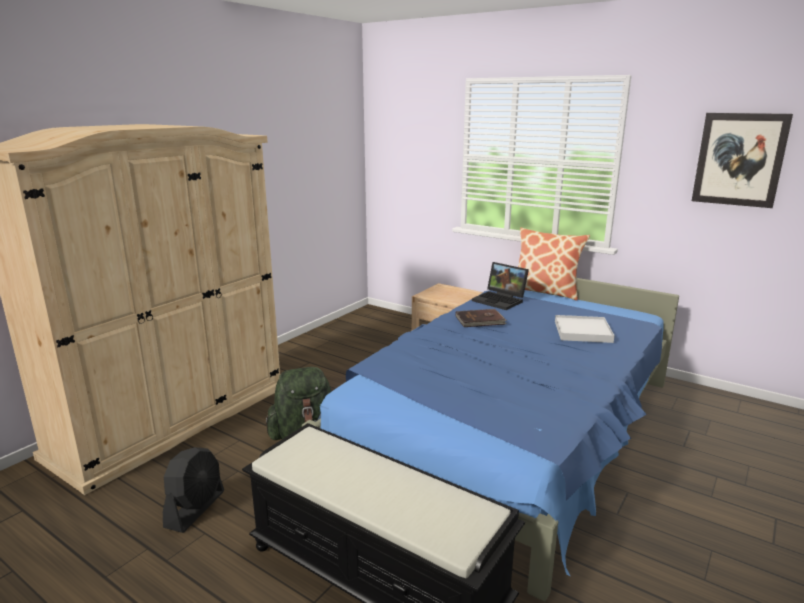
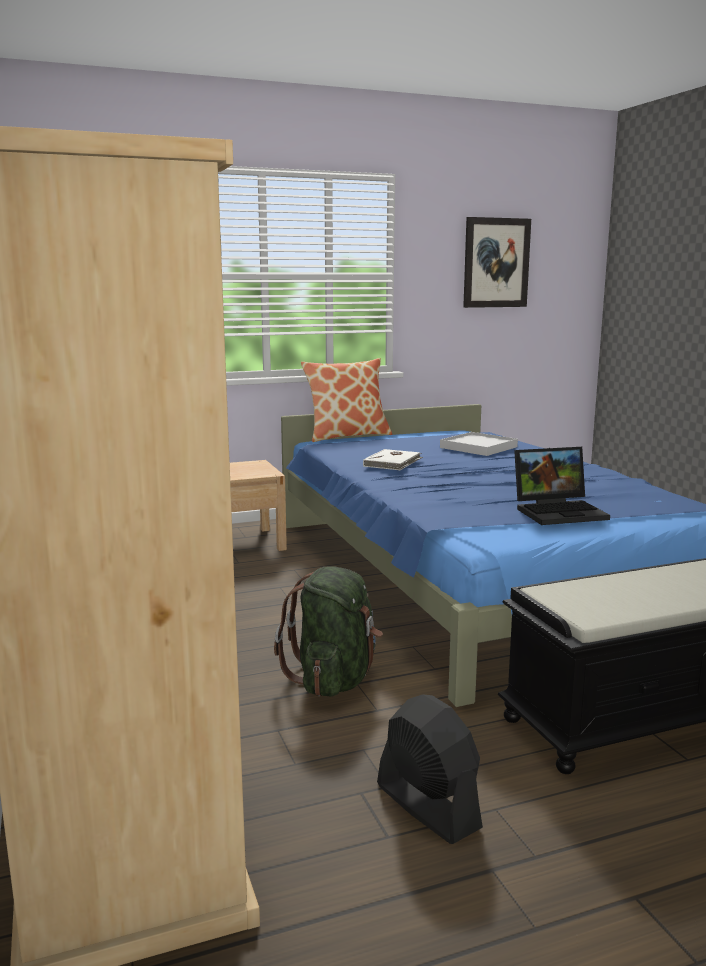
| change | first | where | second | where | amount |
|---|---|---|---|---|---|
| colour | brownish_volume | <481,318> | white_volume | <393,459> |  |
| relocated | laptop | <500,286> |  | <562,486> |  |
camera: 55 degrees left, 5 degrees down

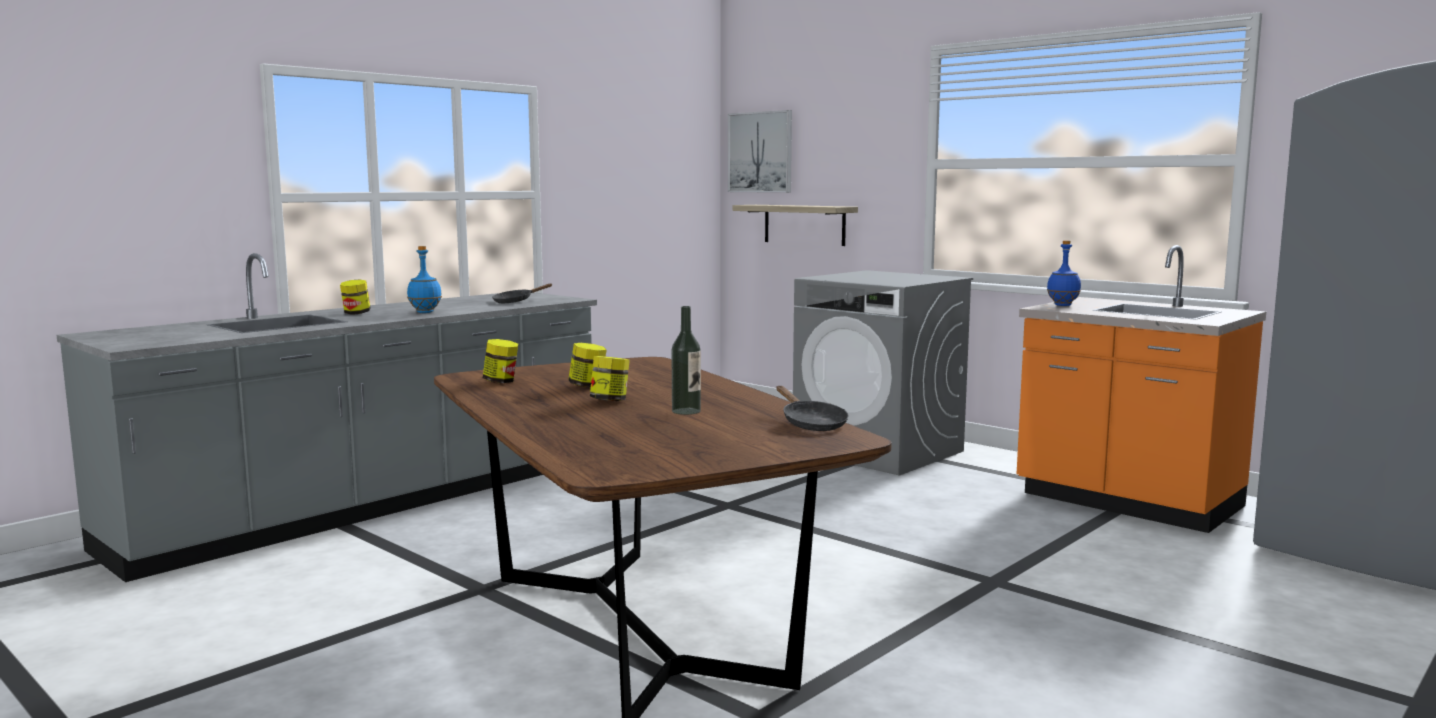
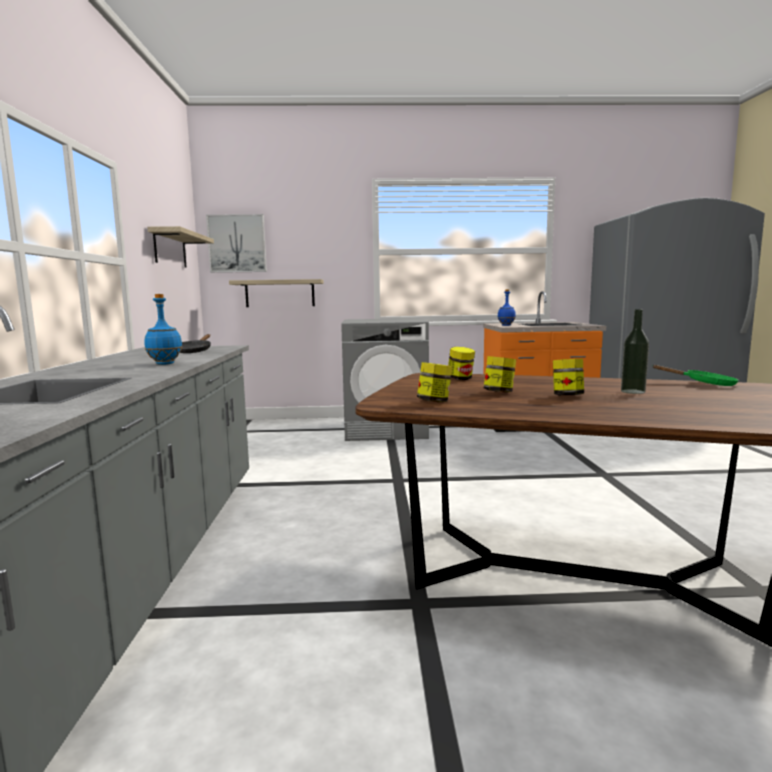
| change | first | where | second | where | amount |
|---|---|---|---|---|---|
| appeared |  |  | shelf | <180,247> |  |
| relocated | jar | <355,297> |  | <461,363> |  |
| colour | black-coloured_frying_pan | <812,408> | green-coloured_frying_pan | <695,375> |  |
camera: 45 degrees left, 0 degrees up

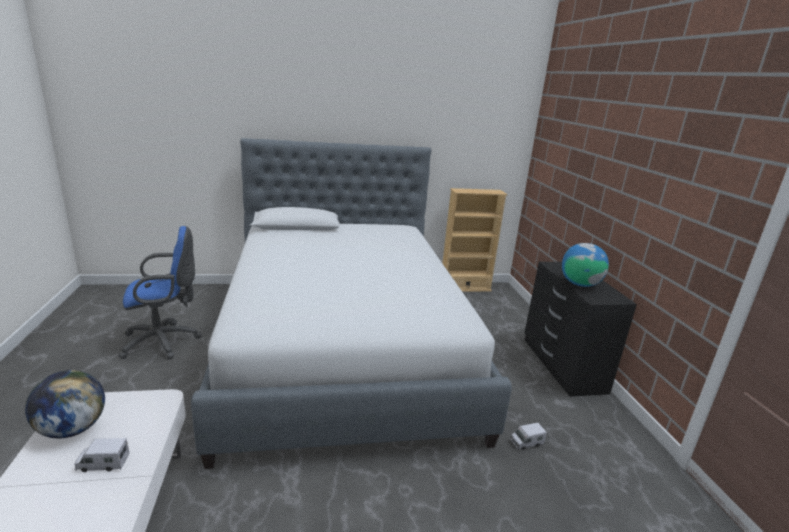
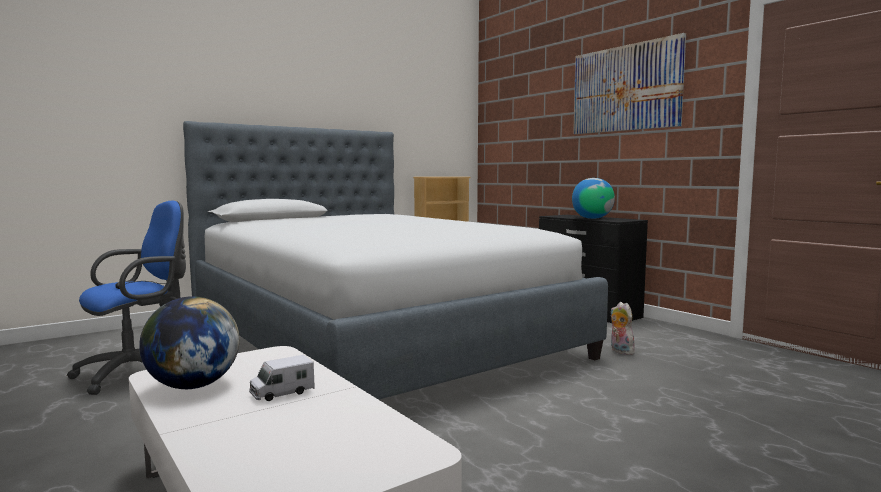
| change | first | where | second | where | amount |
|---|---|---|---|---|---|
| appeared |  |  | wall_picture | <629,83> |  |
| exchanged | model_truck | <528,436> | plush_toy | <623,328> |  |
camera: 25 degrees left, 15 degrees down

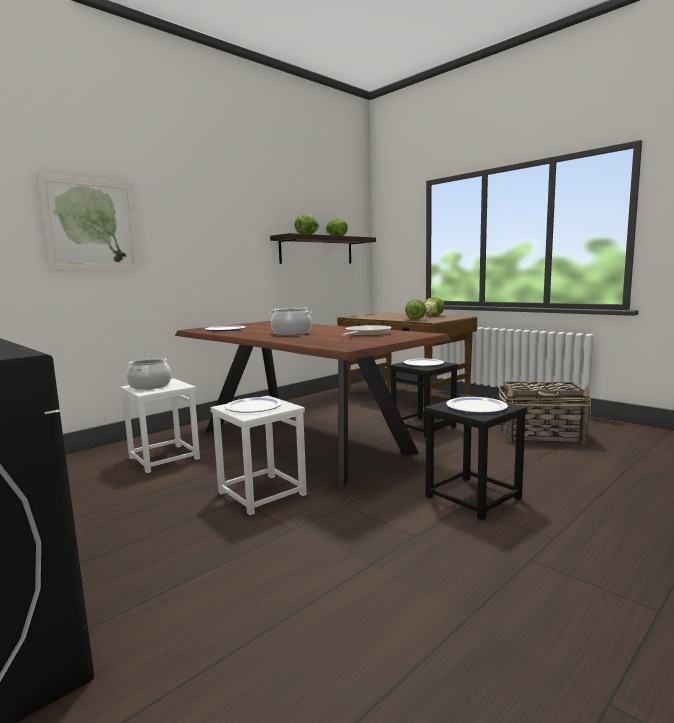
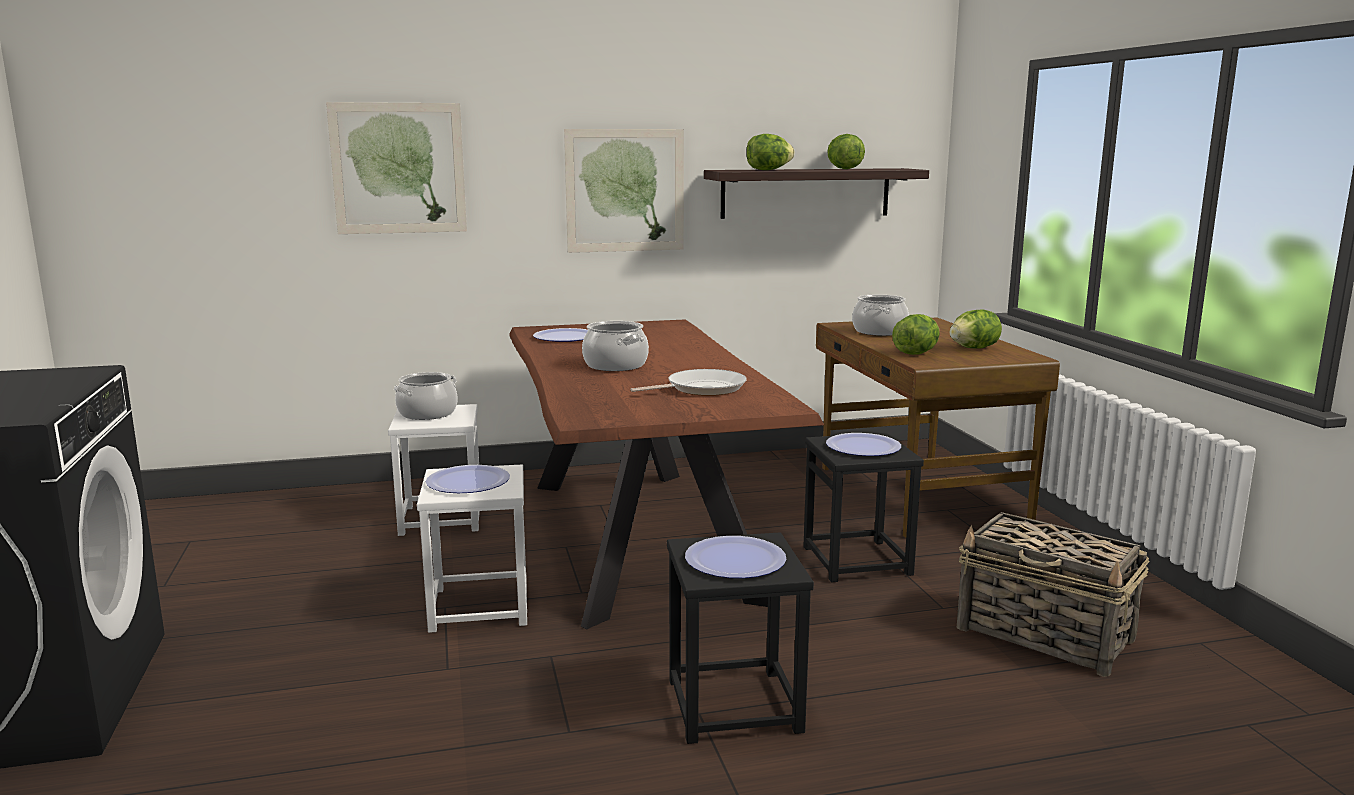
| change | first | where | second | where | amount |
|---|---|---|---|---|---|
| appeared |  |  | wall_picture | <624,191> |  |
| appeared |  |  | stockpot | <880,315> |  |
camera: 30 degrees right, 5 degrees up

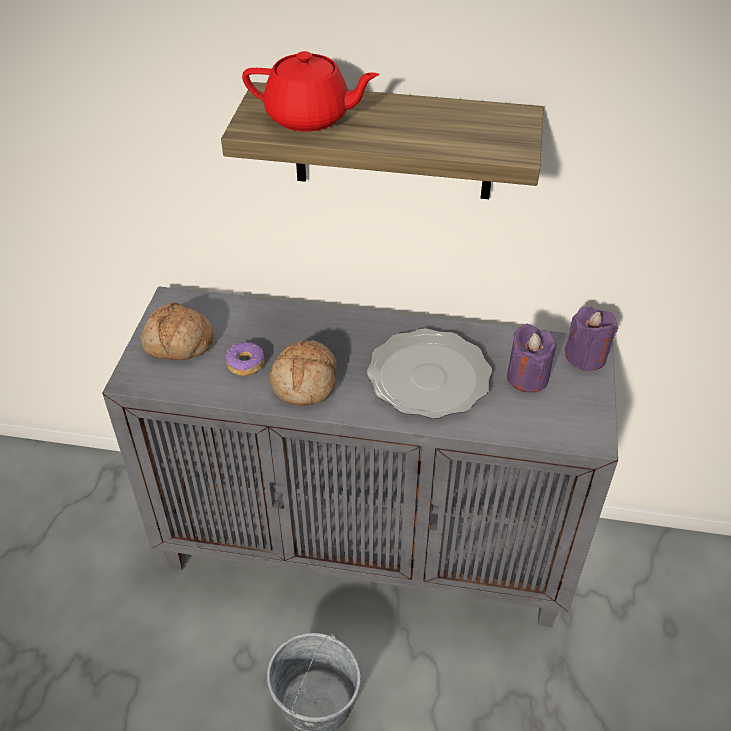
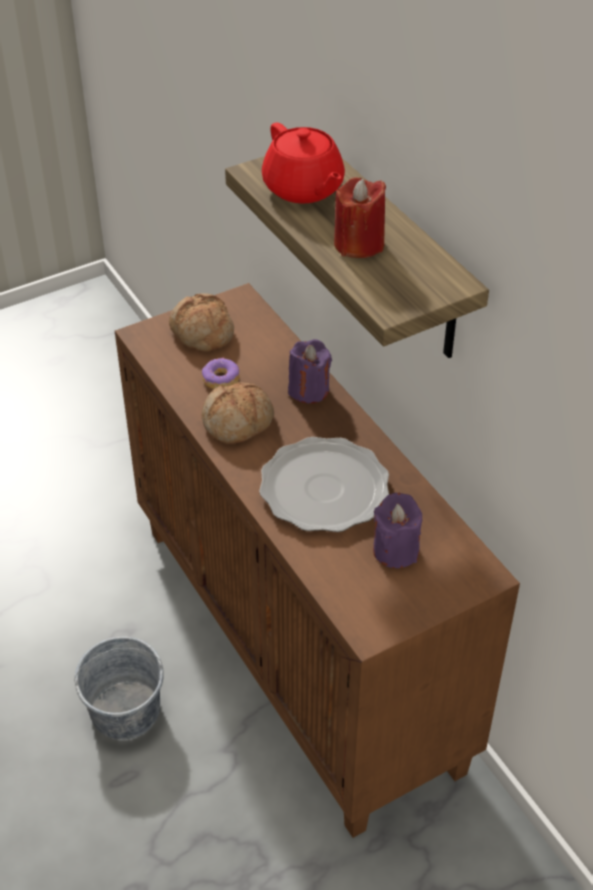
| change | first | where | second | where | amount |
|---|---|---|---|---|---|
| colour | gray_cupboard | <360,456> | brownish_cupboard | <317,560> |  |
| relocated | purple-coloured_wax_candle | <591,338> |  | <310,371> |  |
| appeared |  |  | red-coloured_wax_candle | <360,217> |  |
camera: 50 degrees right, 0 degrees up

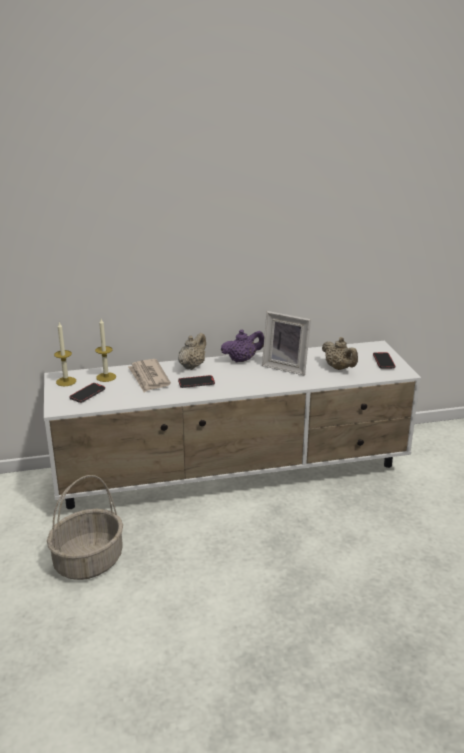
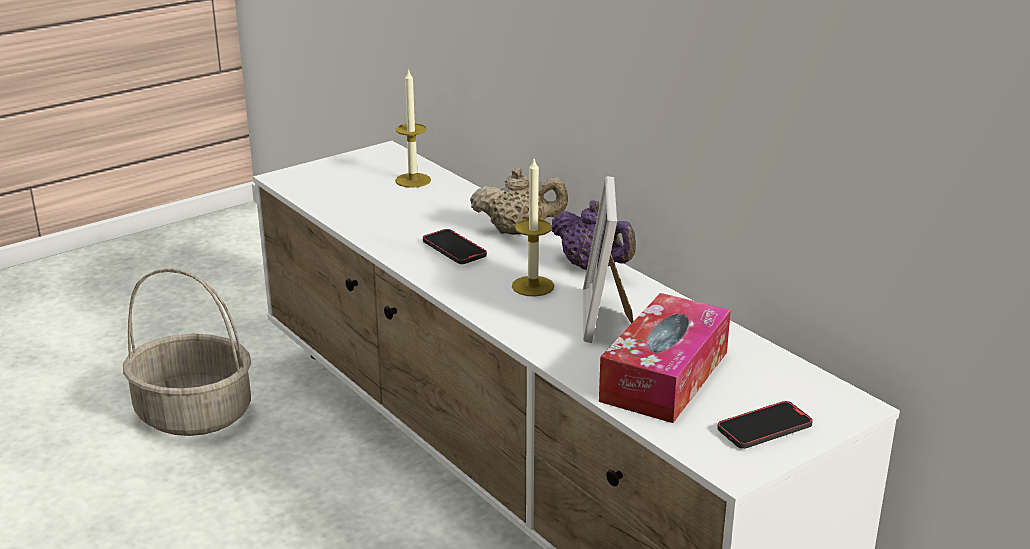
| change | first | where | second | where | amount |
|---|---|---|---|---|---|
| relocated | wax_candle | <65,354> |  | <533,228> |  |
| exchanged | beige-coloured_tea_pot | <340,353> | tissue_holder | <665,358> |  |
| missing | handset | <87,393> |  |  |  |
| missing | daily_paper | <149,375> |  |  |  |
camera: 65 degrees right, 0 degrees up

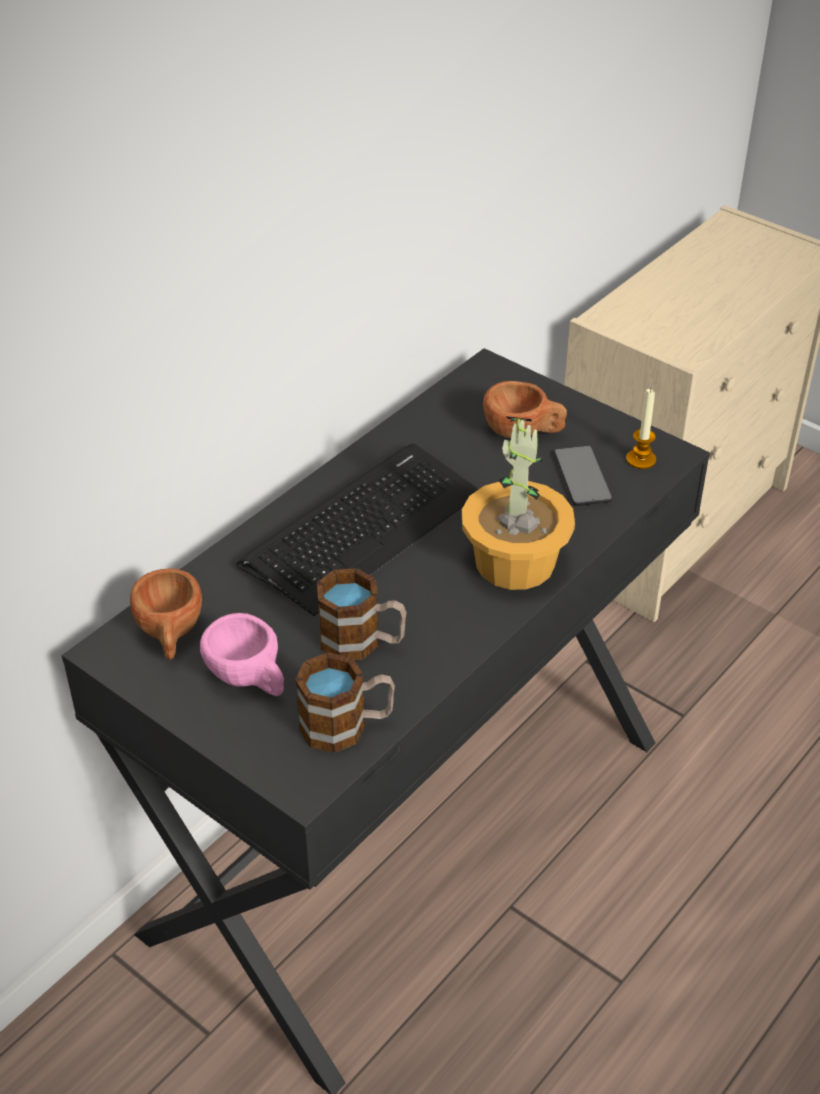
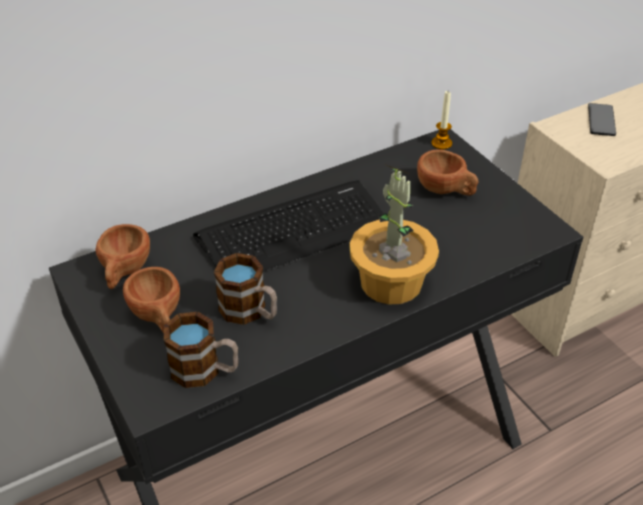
| change | first | where | second | where | amount |
|---|---|---|---|---|---|
| colour | pinkish_small_cup | <242,654> | brownish_small_cup | <151,300> |  |
| relocated | wax_candle | <641,429> |  | <442,120> |  |
| relocated | handset | <583,476> |  | <602,119> |  |
camera: 20 degrees right, 0 degrees up

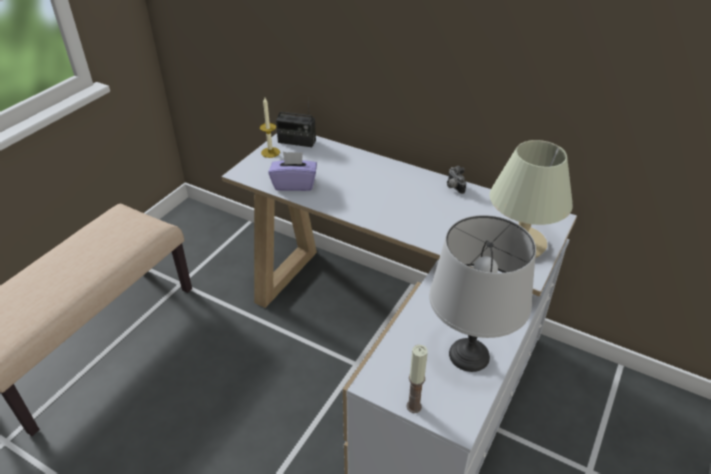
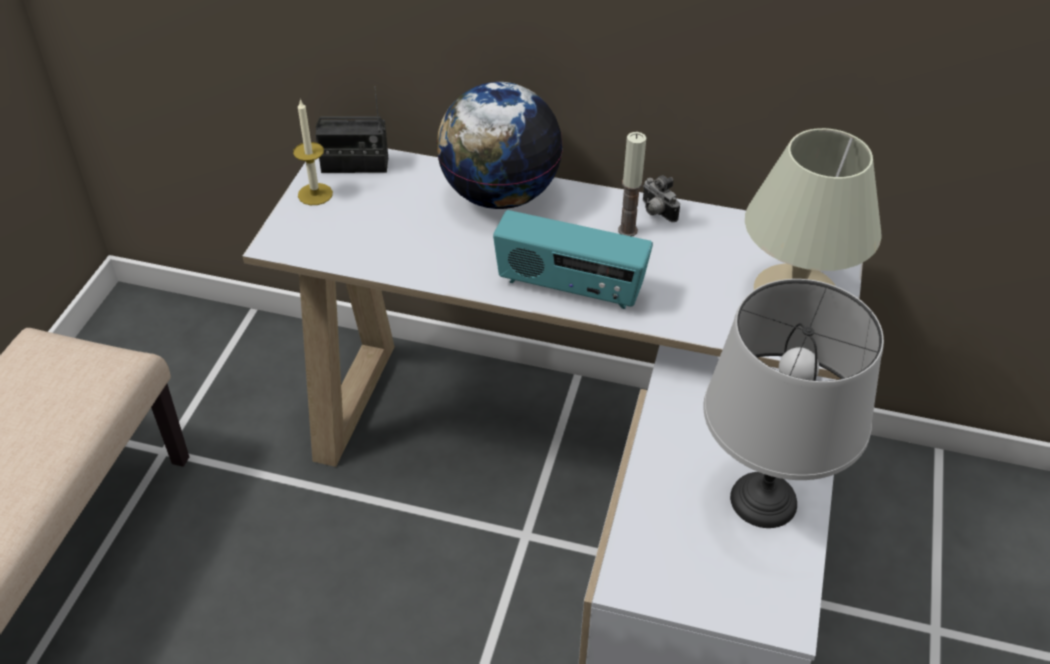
| change | first | where | second | where | amount |
|---|---|---|---|---|---|
| appeared |  |  | desk_globe | <499,145> |  |
| appeared |  |  | radio_set | <573,259> |  |
| relocated | wax_candle | <417,379> |  | <632,184> |  |
| missing | purple-coloured_tissue_holder | <292,171> |  |  |  |
camera: 15 degrees left, 5 degrees up

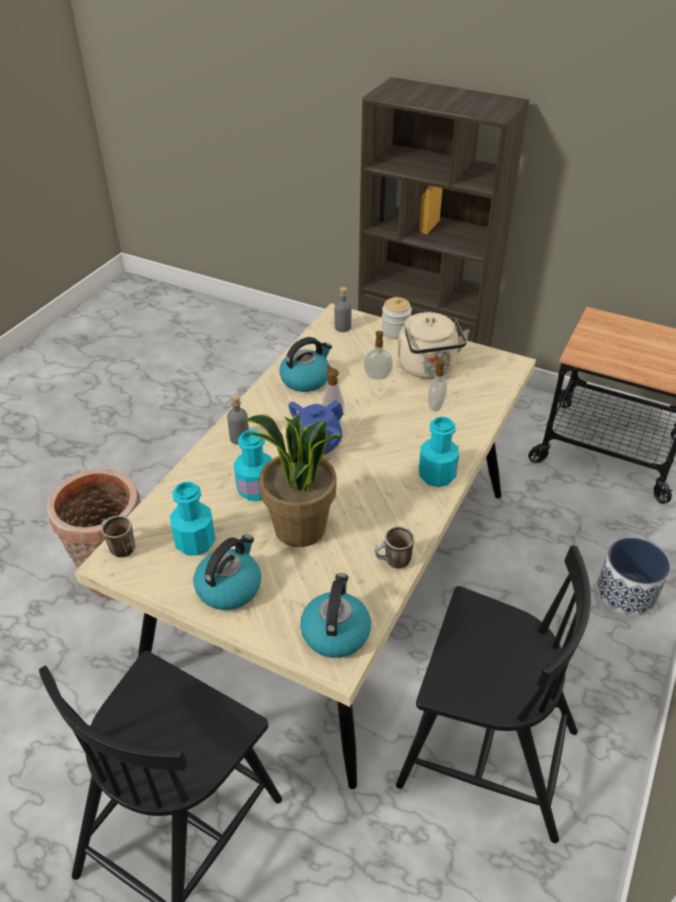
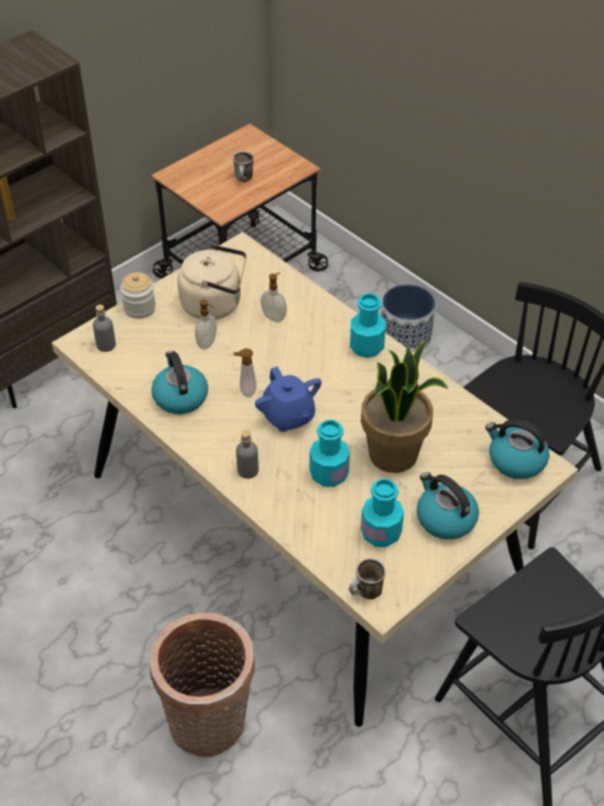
| change | first | where | second | where | amount |
|---|---|---|---|---|---|
| relocated | tea_mug | <394,547> |  | <243,166> |  |
camera: 70 degrees left, 5 degrees up

